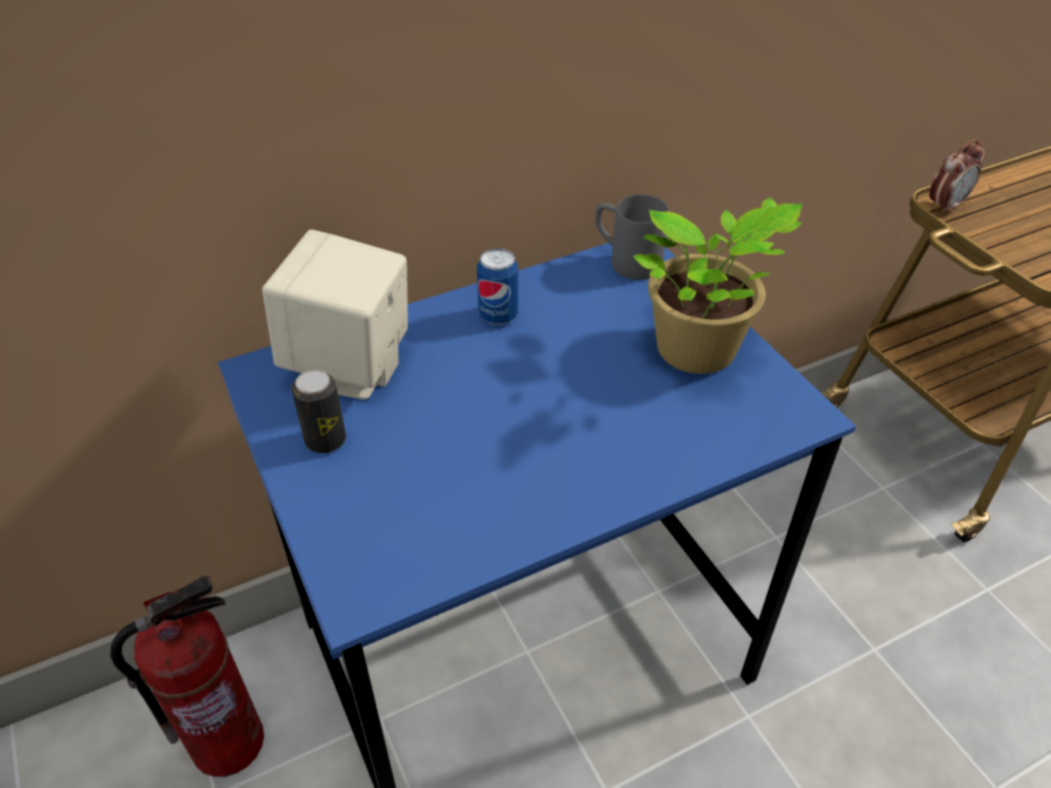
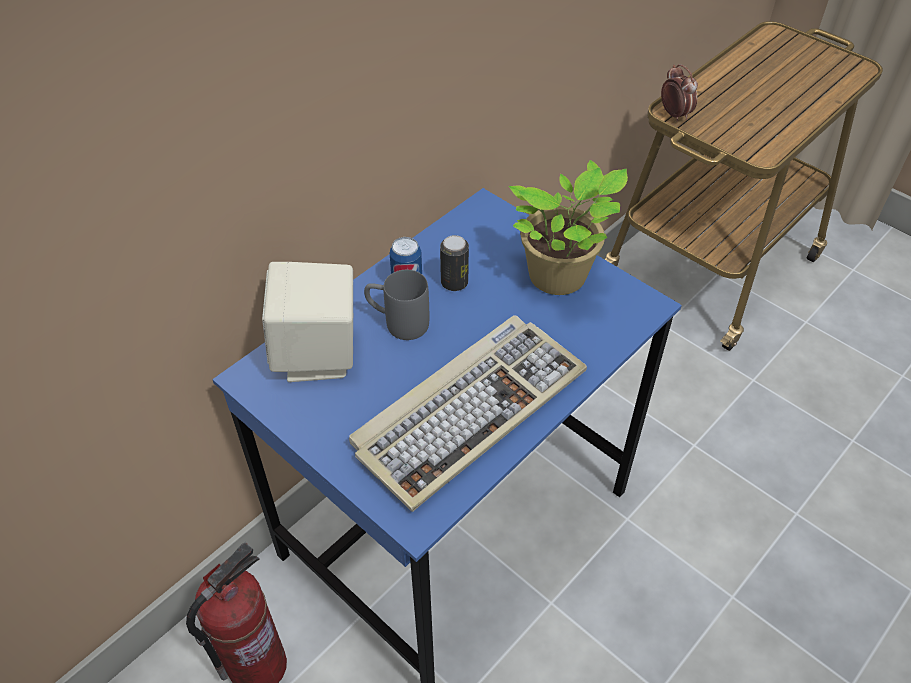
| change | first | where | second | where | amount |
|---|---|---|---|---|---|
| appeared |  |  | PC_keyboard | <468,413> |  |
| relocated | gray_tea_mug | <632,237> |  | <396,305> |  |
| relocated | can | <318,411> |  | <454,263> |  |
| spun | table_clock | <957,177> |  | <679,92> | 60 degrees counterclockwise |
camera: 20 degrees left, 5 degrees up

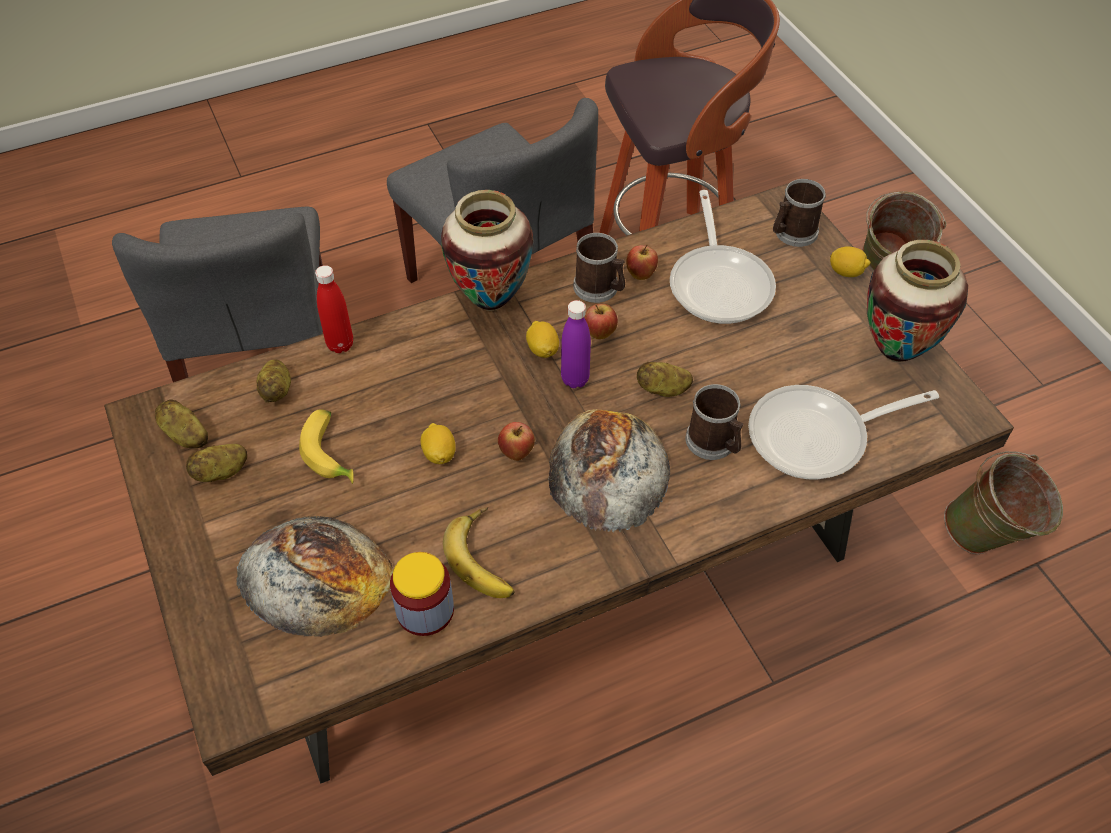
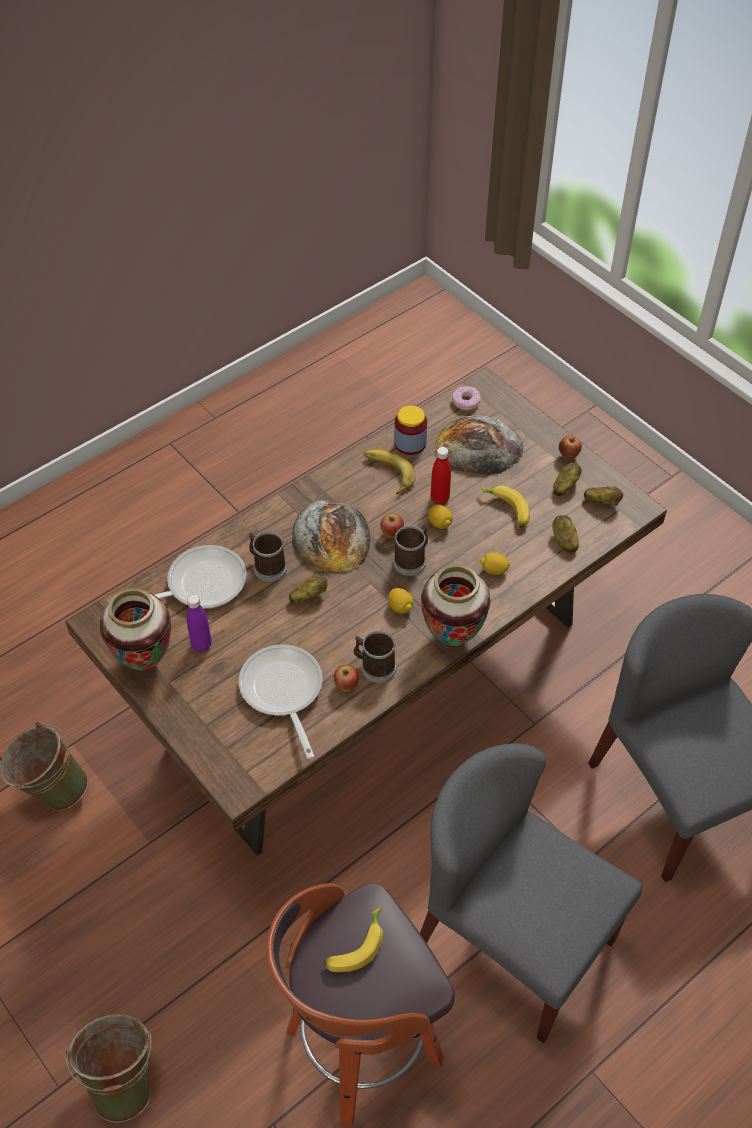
| change | first | where | second | where | amount |
|---|---|---|---|---|---|
| relocated | purple-coloured_beverage_bottle | <576,344> |  | <198,623> |  |
| appeared |  |  | banana | <353,940> |  |
| relocated | tea_mug | <799,213> |  | <410,550> |  |
| relocated | red-coloured_beverage_bottle | <334,309> |  | <441,476> |  |
| appeared |  |  | ring_doughnut | <466,398> |  |
| relocated | citrus_fruit | <850,261> |  | <495,563> |  |
| relocated | apple_fruit | <601,321> |  | <570,447> |  |
camera: 165 degrees right, 0 degrees up

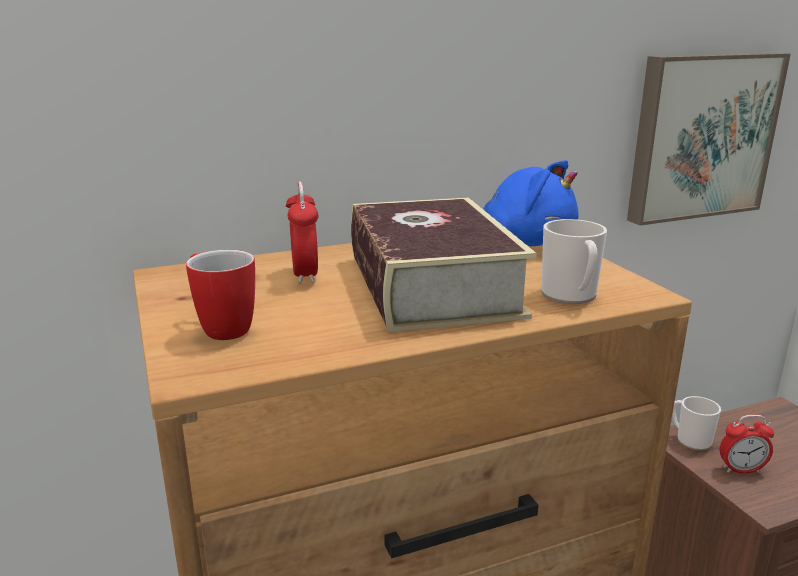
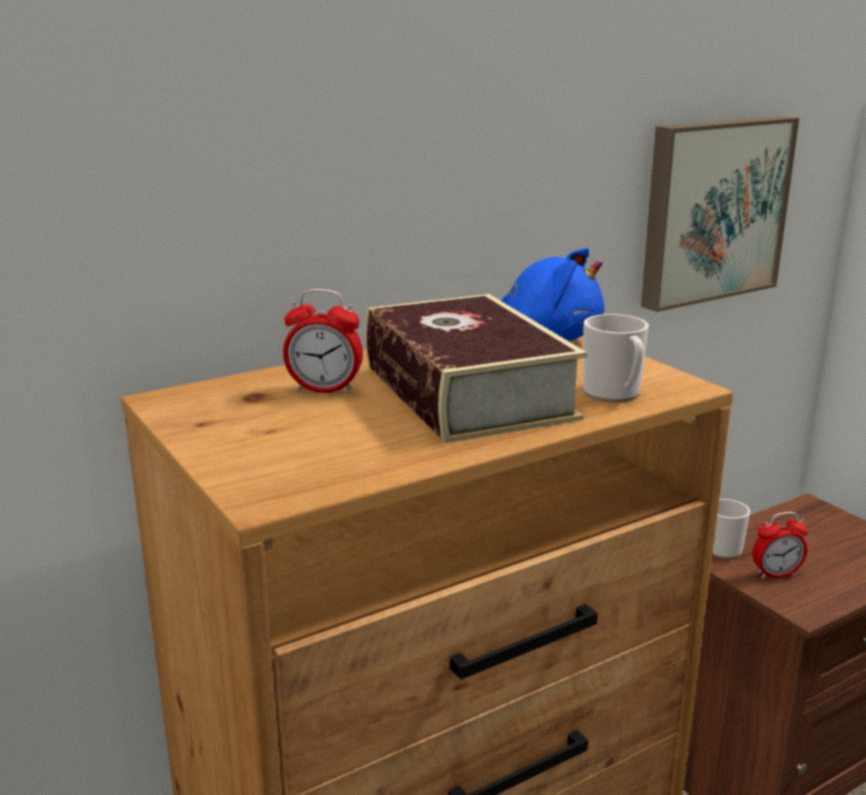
| change | first | where | second | where | amount |
|---|---|---|---|---|---|
| spun | table_clock | <302,233> |  | <323,341> | 120 degrees clockwise |
| missing | tea_mug | <220,295> |  |  |  |
camera: 10 degrees left, 0 degrees up

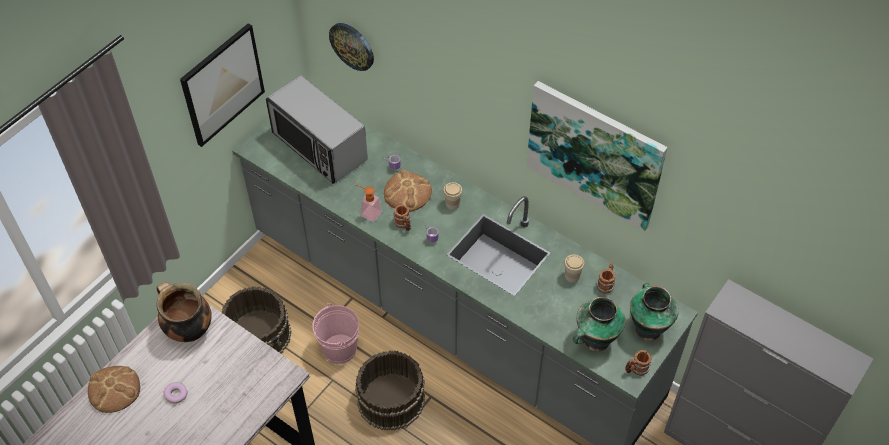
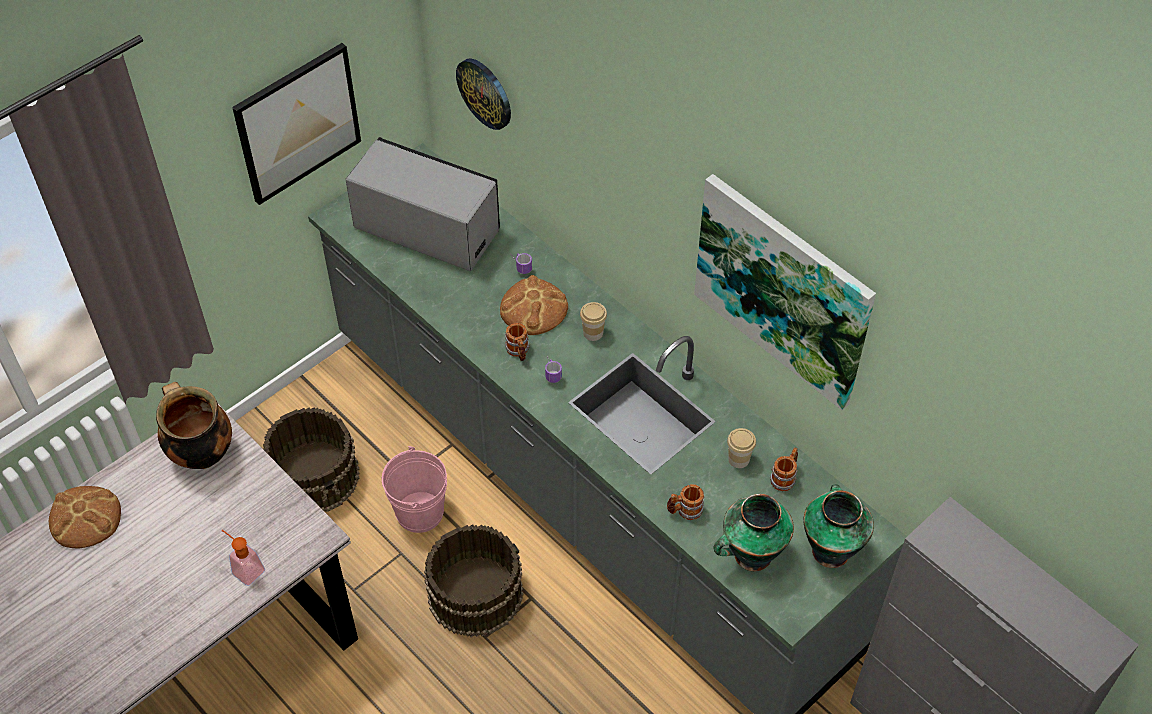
| change | first | where | second | where | amount |
|---|---|---|---|---|---|
| relocated | liquid_soap_bottle | <369,203> |  | <243,558> |  |
| spun | kitchen_microwave | <317,129> |  | <422,204> | 150 degrees clockwise |
| relocated | tea_mug | <638,363> |  | <685,502> |  |
| missing | ring_doughnut | <175,393> |  |  |  |
camera: 10 degrees right, 0 degrees up

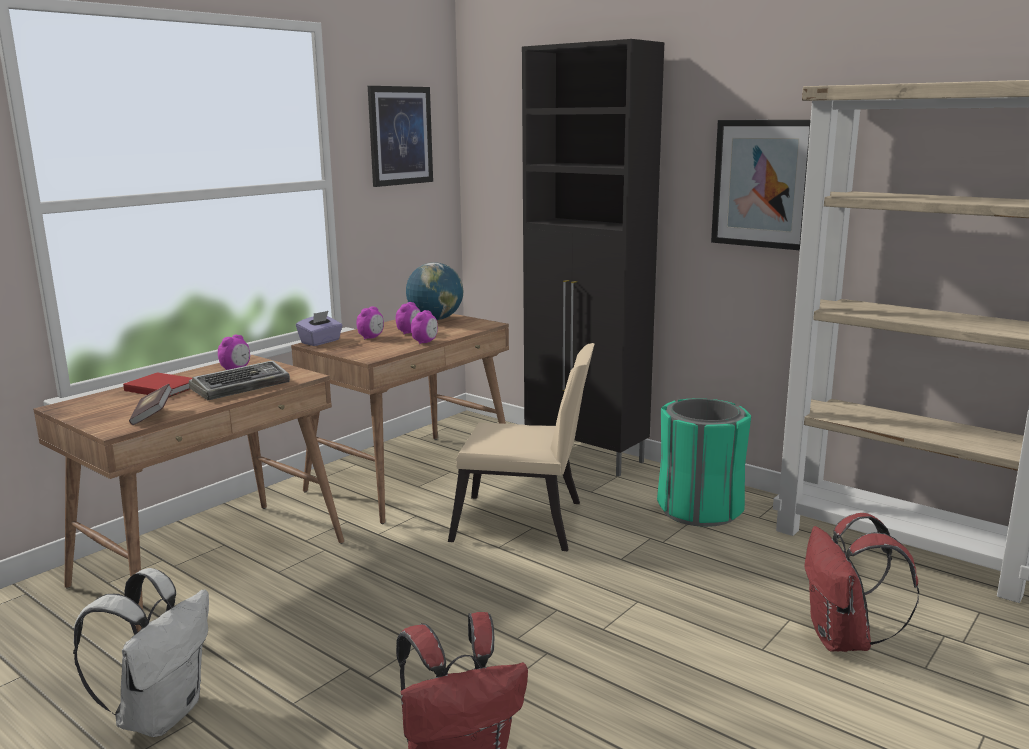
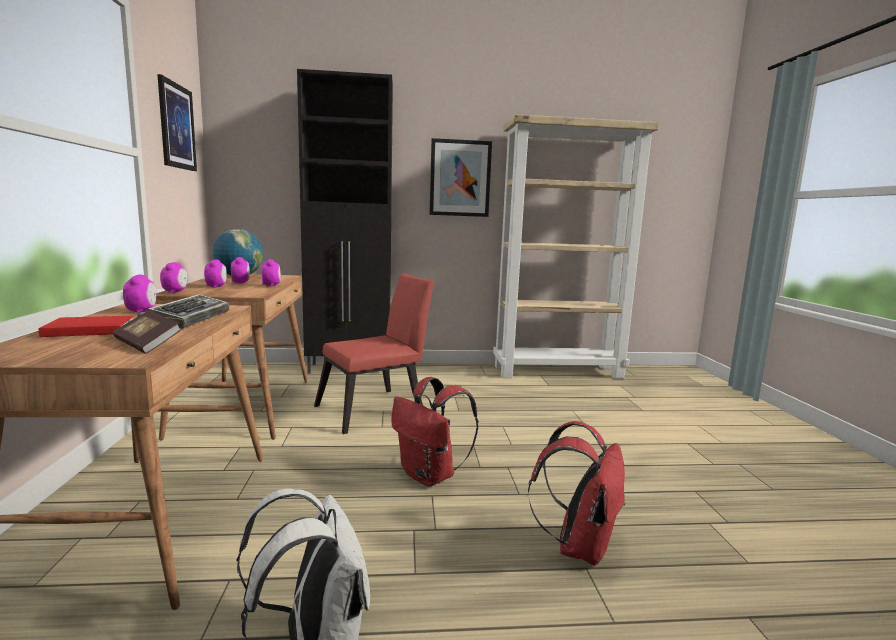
| change | first | where | second | where | amount |
|---|---|---|---|---|---|
| exchanged | purple-coloured_tissue_holder | <319,328> | table_clock | <173,277> |  |
| colour | beige-coloured_upright_chair | <521,447> | red-coloured_upright_chair | <374,353> |  |
| relocated | red-coloured_backpack | <861,582> |  | <435,432> |  |
| missing | green-coloured_waste_bin | <704,462> |  |  |  |
camera: 45 degrees left, 5 degrees down

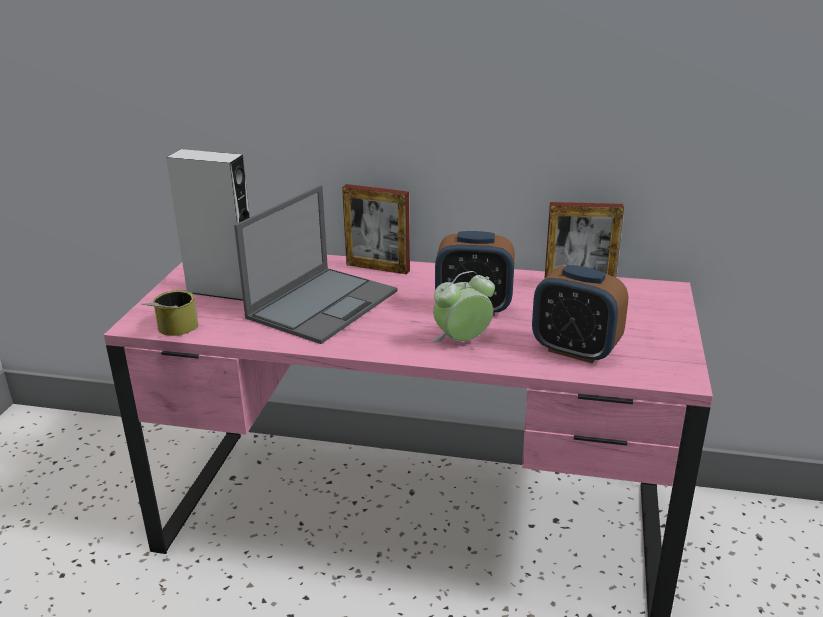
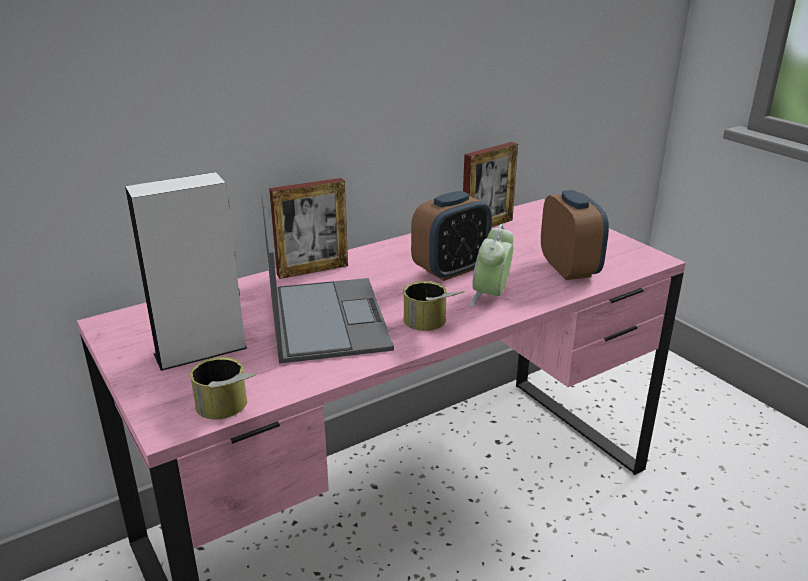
| change | first | where | second | where | amount |
|---|---|---|---|---|---|
| appeared |  |  | can | <434,306> |  |
| spun | table_clock | <580,314> |  | <575,235> | 90 degrees counterclockwise |
camera: 45 degrees left, 0 degrees up

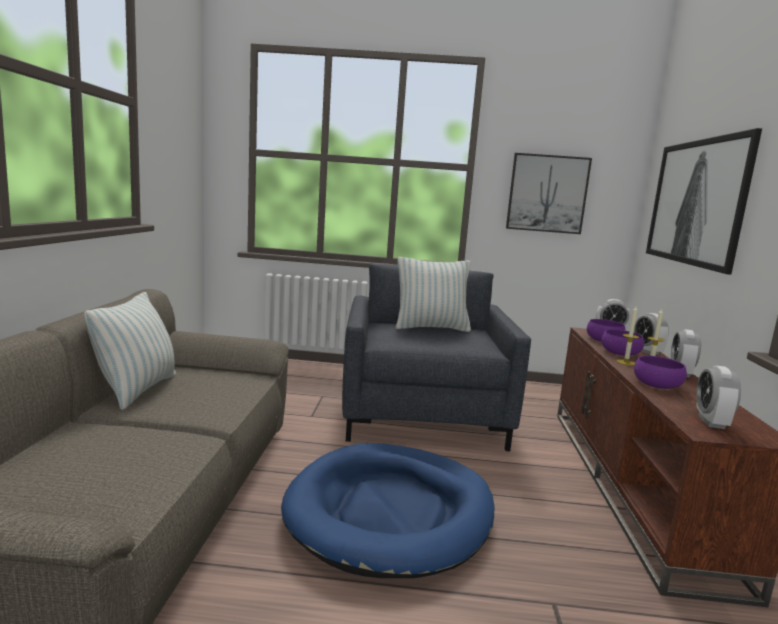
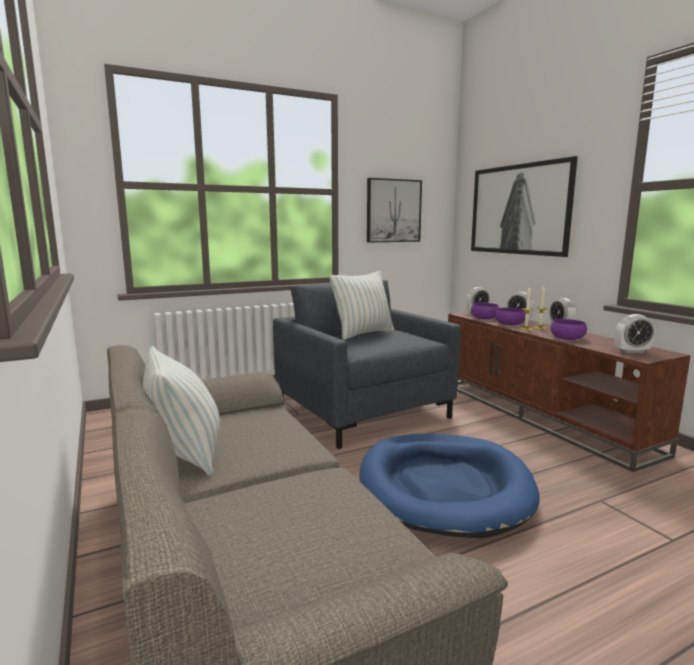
| change | first | where | second | where | amount |
|---|---|---|---|---|---|
| spun | table_clock | <718,397> |  | <635,333> | 75 degrees counterclockwise |
camera: 30 degrees left, 0 degrees up

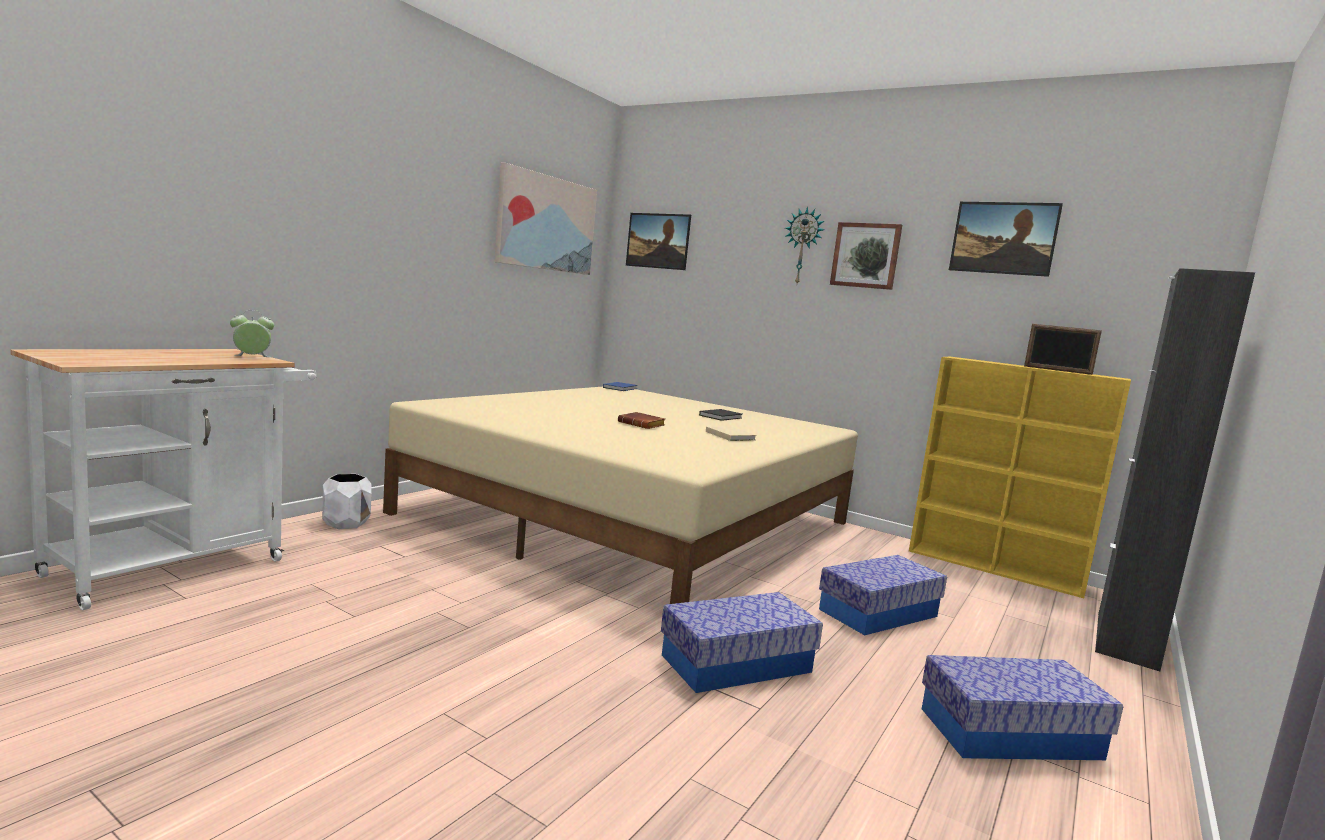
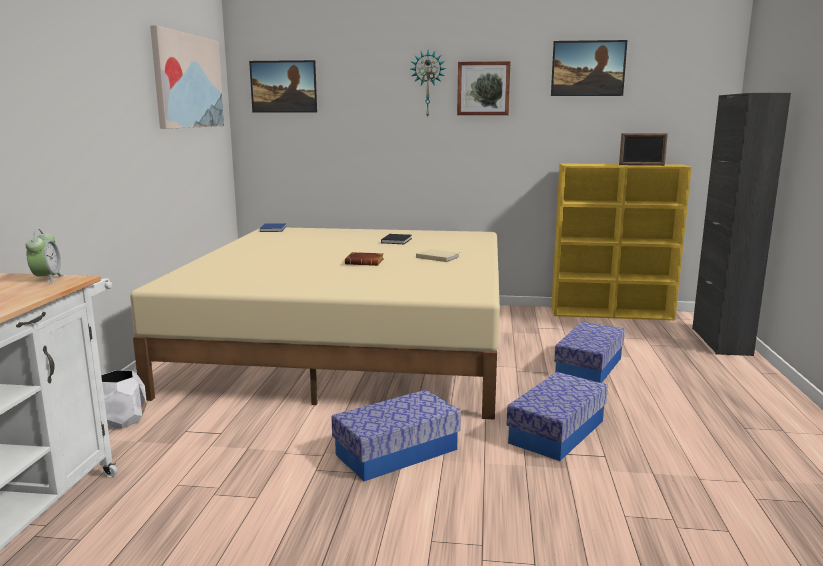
| change | first | where | second | where | amount |
|---|---|---|---|---|---|
| spun | table_clock | <252,333> |  | <44,256> | 135 degrees clockwise |
| relocated | storage_bin | <1022,707> |  | <396,435> |  |
camera: 25 degrees left, 5 degrees up

